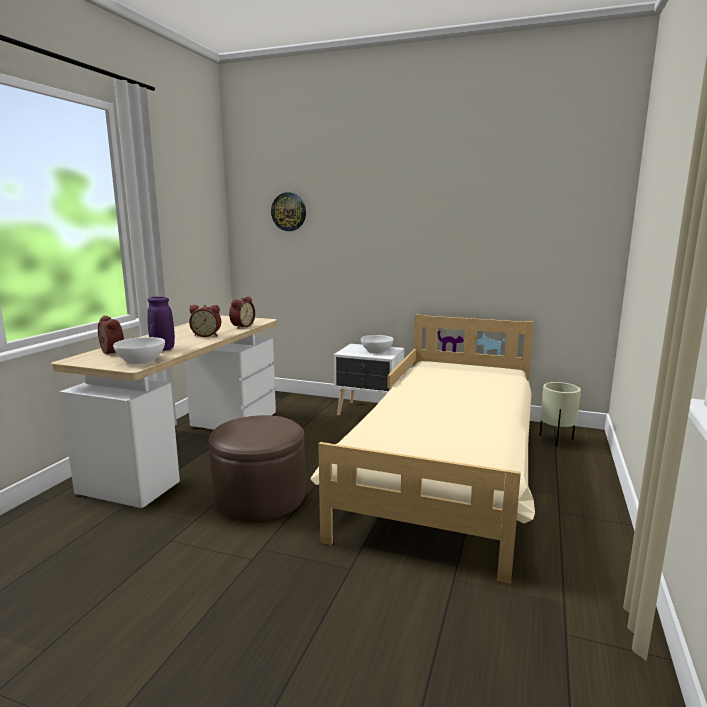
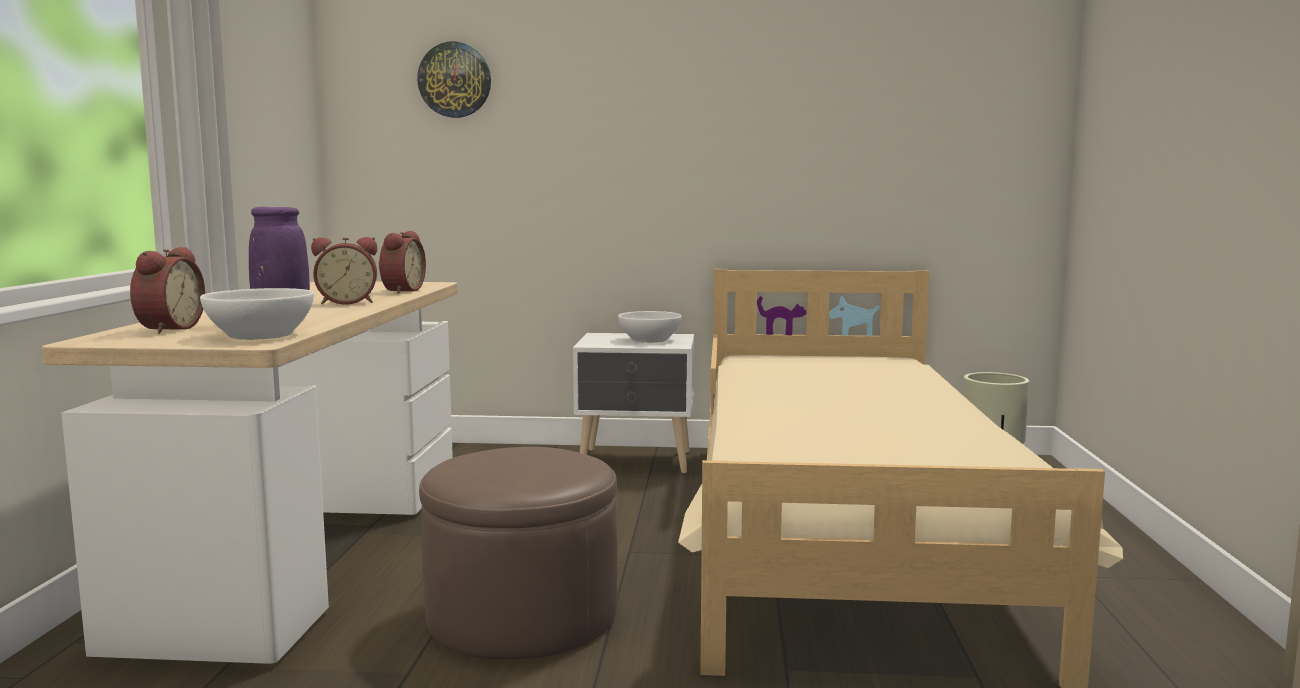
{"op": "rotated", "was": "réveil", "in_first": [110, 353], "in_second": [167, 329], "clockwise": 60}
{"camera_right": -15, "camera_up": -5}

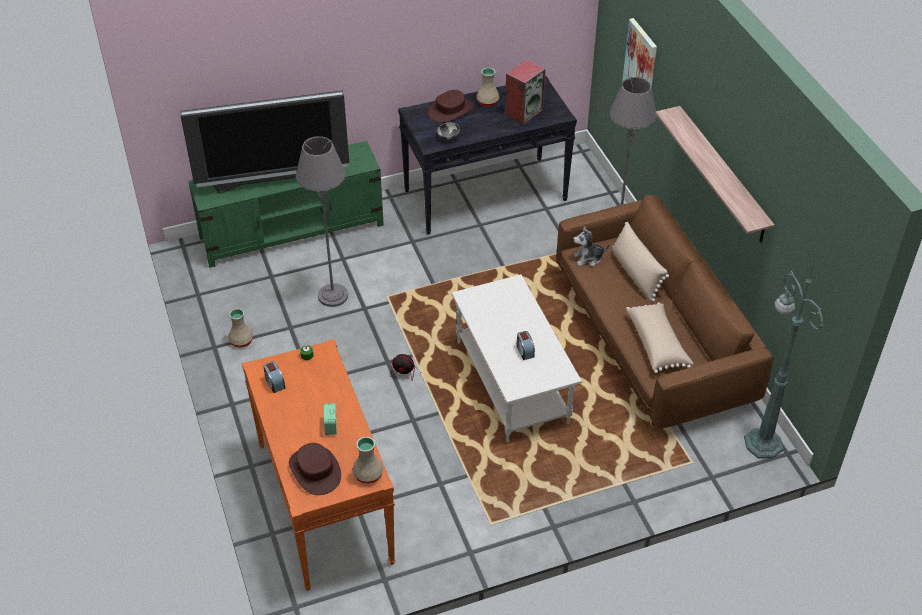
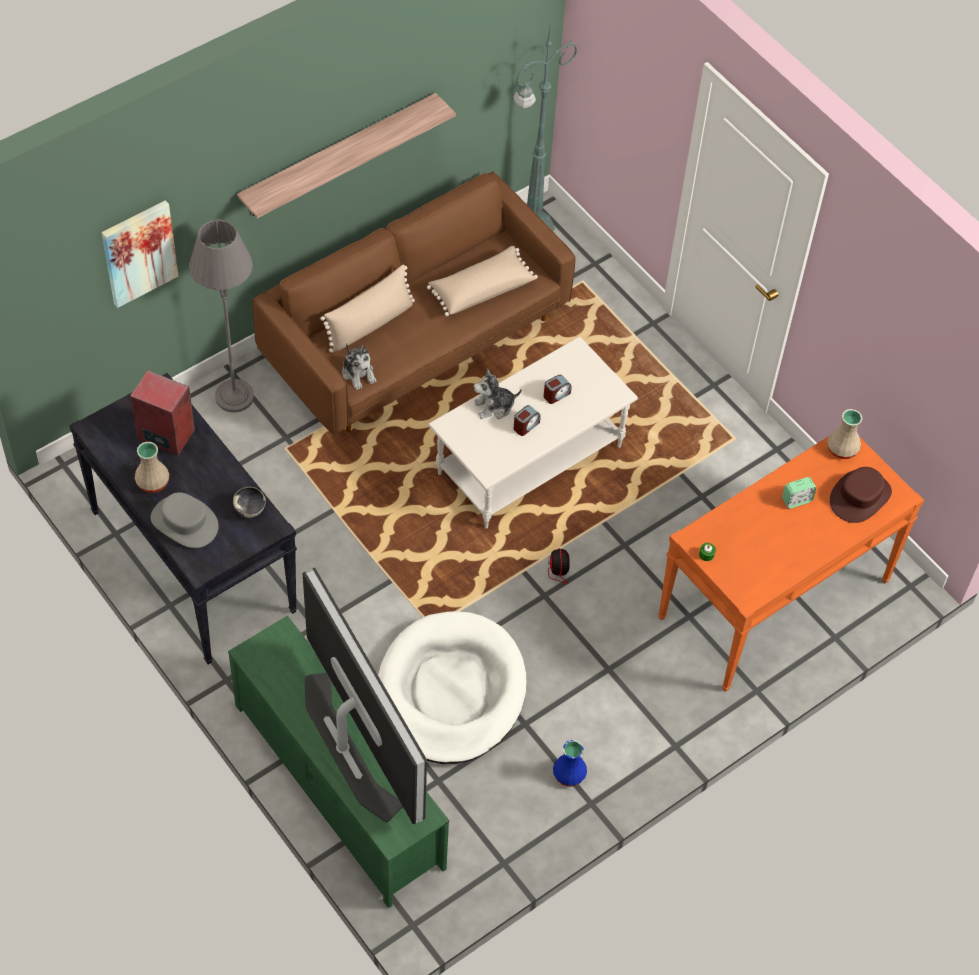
{"op": "repainted", "was": "vase [beige]", "now": "vase [bleu]", "in_first": [241, 341], "in_second": [570, 773]}
{"op": "shifted", "was": "réveil", "in_first": [274, 383], "in_second": [526, 426]}
{"op": "swapped", "was": "lampadaire [gris]", "now": "panier pour chien [blanc]", "in_first": [333, 296], "in_second": [451, 691]}
{"op": "repainted", "was": "chapeau [marron]", "now": "chapeau [gris]", "in_first": [450, 111], "in_second": [185, 522]}
{"op": "new", "now": "peluche", "in_second": [494, 406]}
{"camera_right": -110, "camera_up": 10}

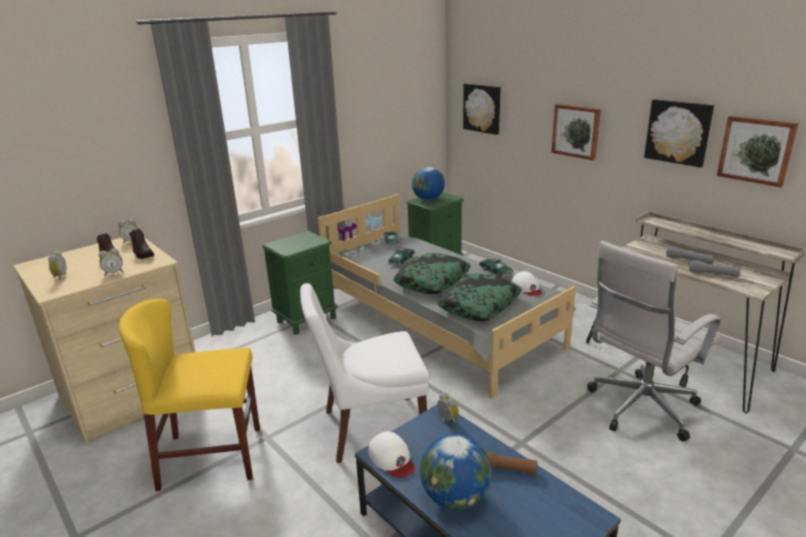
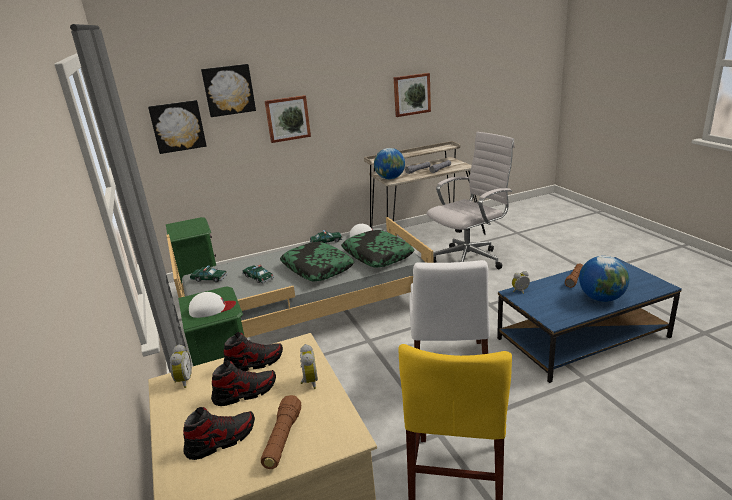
{"op": "swapped", "was": "réveil", "now": "lampe de poche [marron]", "in_first": [59, 277], "in_second": [282, 439]}
{"op": "shifted", "was": "casquette [blanc]", "in_first": [392, 458], "in_second": [211, 309]}
{"op": "shifted", "was": "globe", "in_first": [428, 199], "in_second": [390, 178]}
{"op": "rotated", "was": "chaise de bureau [blanc]", "in_first": [639, 409], "in_second": [470, 260], "clockwise": -105}
{"op": "shifted", "was": "tableau", "in_first": [678, 132], "in_second": [228, 90]}
{"op": "new", "now": "chaussure", "in_second": [221, 440]}
{"camera_right": -70, "camera_up": 0}

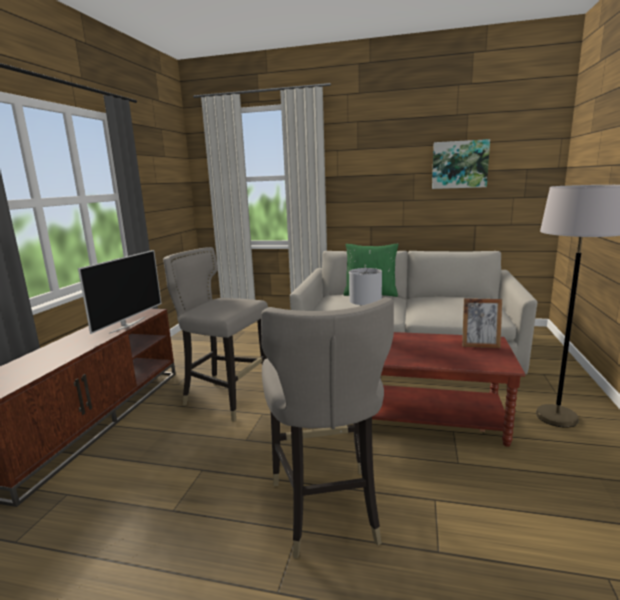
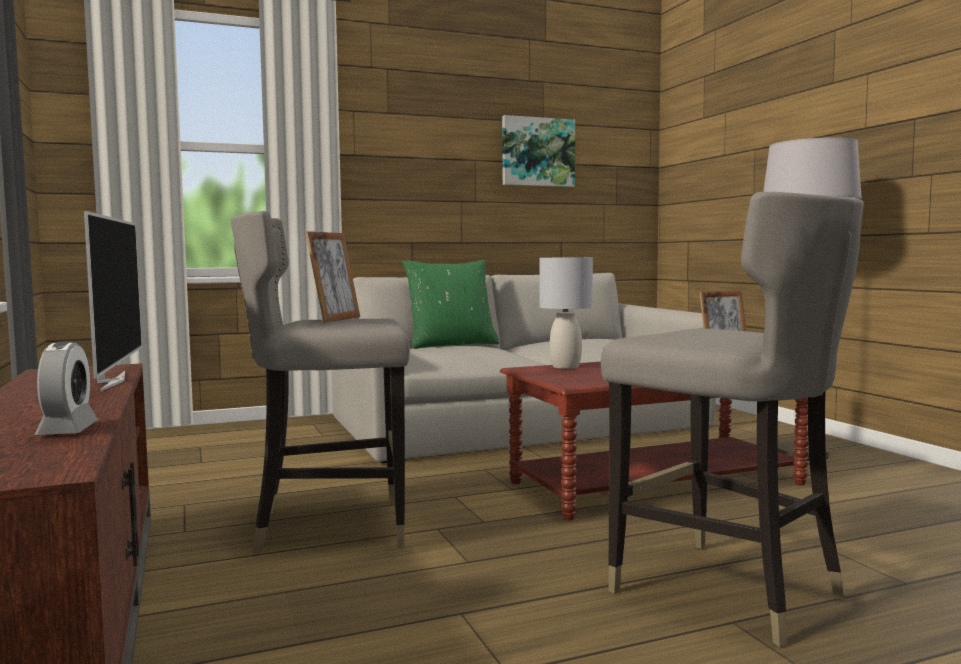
{"op": "new", "now": "réveil", "in_second": [68, 430]}
{"op": "new", "now": "cadre photo", "in_second": [335, 319]}
{"camera_right": -35, "camera_up": -10}

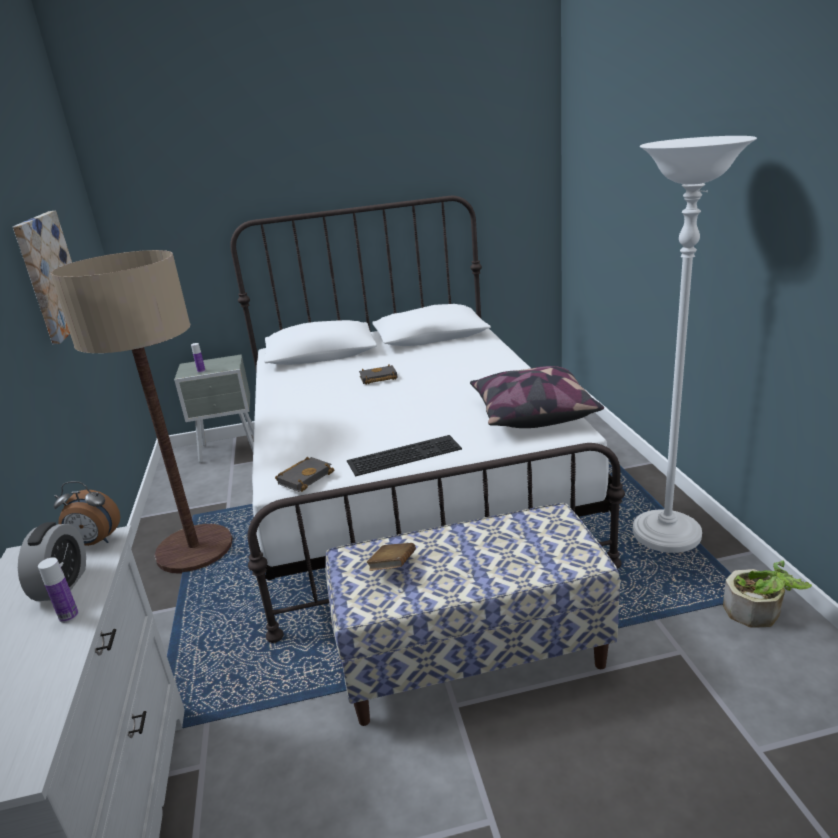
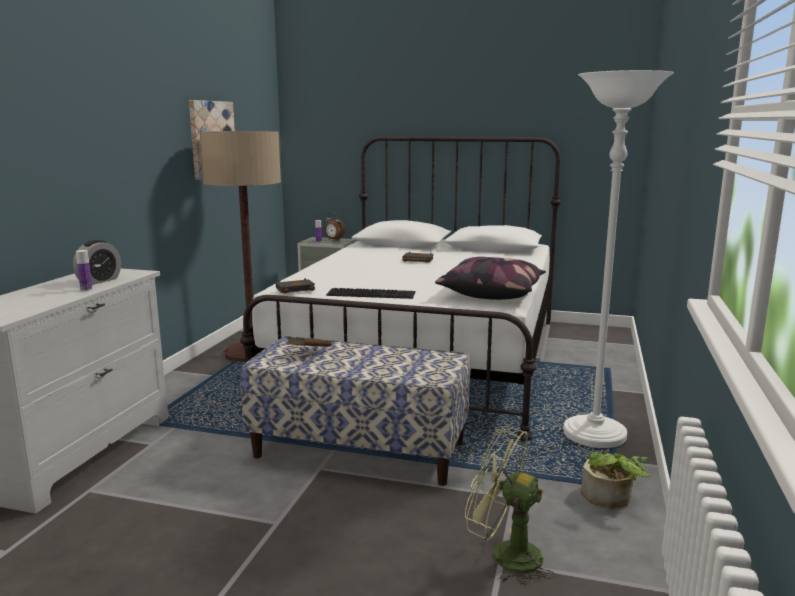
{"op": "shifted", "was": "réveil", "in_first": [95, 542], "in_second": [334, 240]}
{"op": "new", "now": "ventilateur [vert]", "in_second": [505, 555]}
{"camera_right": 25, "camera_up": -10}

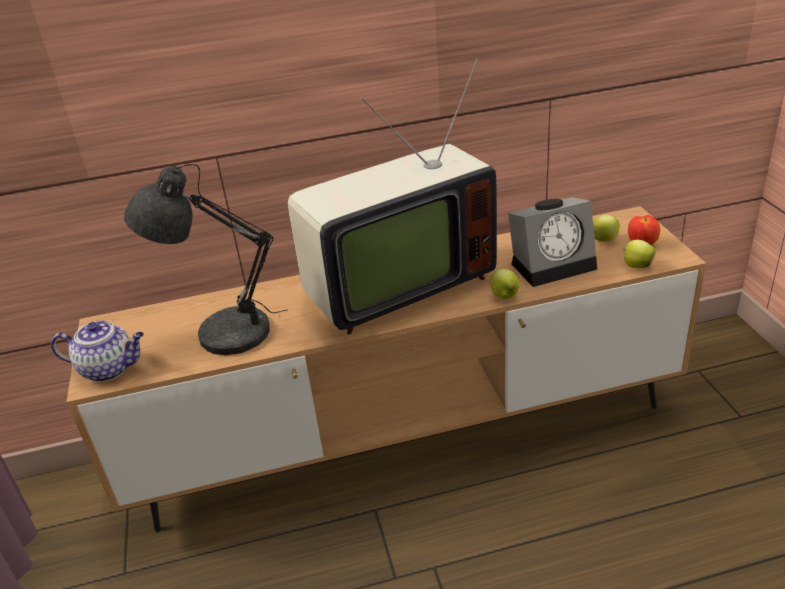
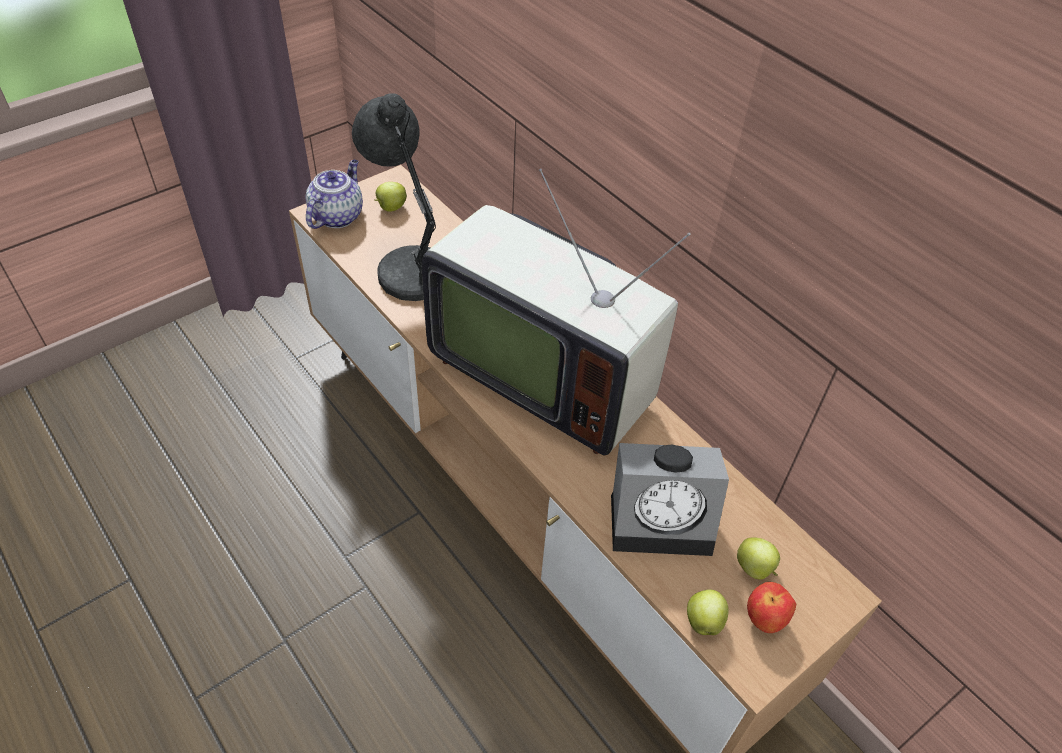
{"op": "rotated", "was": "théière", "in_first": [109, 368], "in_second": [337, 215], "clockwise": -135}
{"op": "shifted", "was": "pomme", "in_first": [504, 296], "in_second": [391, 208]}
{"op": "rotated", "was": "réveil", "in_first": [553, 264], "in_second": [663, 520], "clockwise": -45}
{"camera_right": 60, "camera_up": 15}

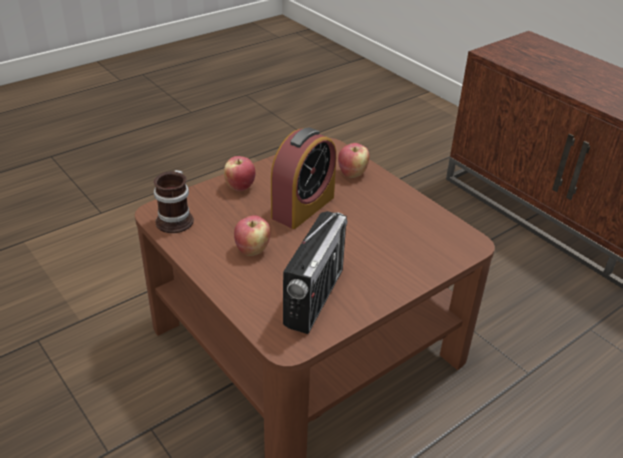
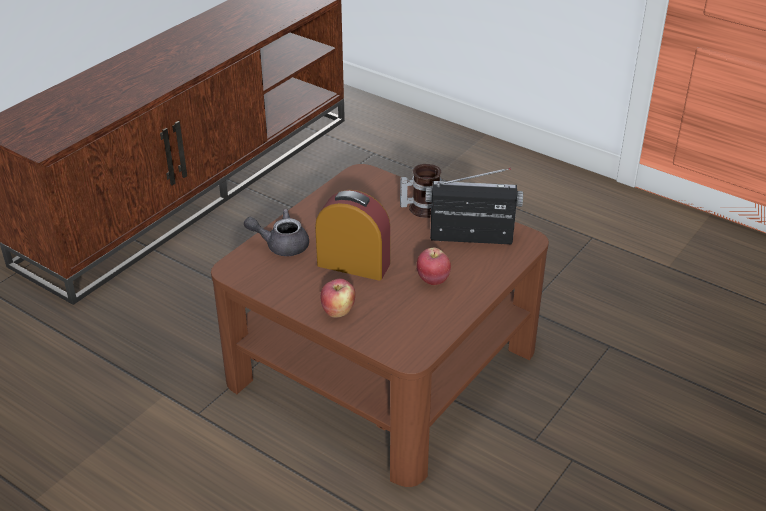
{"op": "shifted", "was": "mug", "in_first": [177, 219], "in_second": [421, 207]}
{"op": "swapped", "was": "pomme", "now": "théière [gris]", "in_first": [352, 173], "in_second": [281, 245]}
{"camera_right": -105, "camera_up": 0}

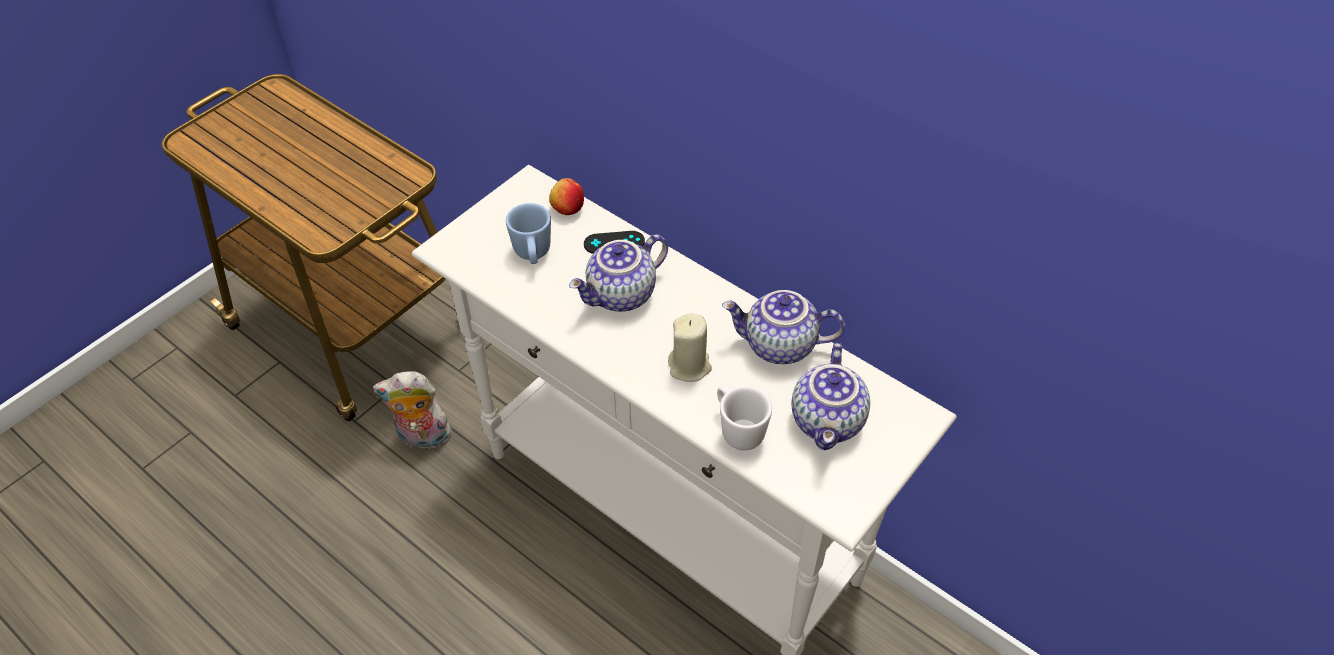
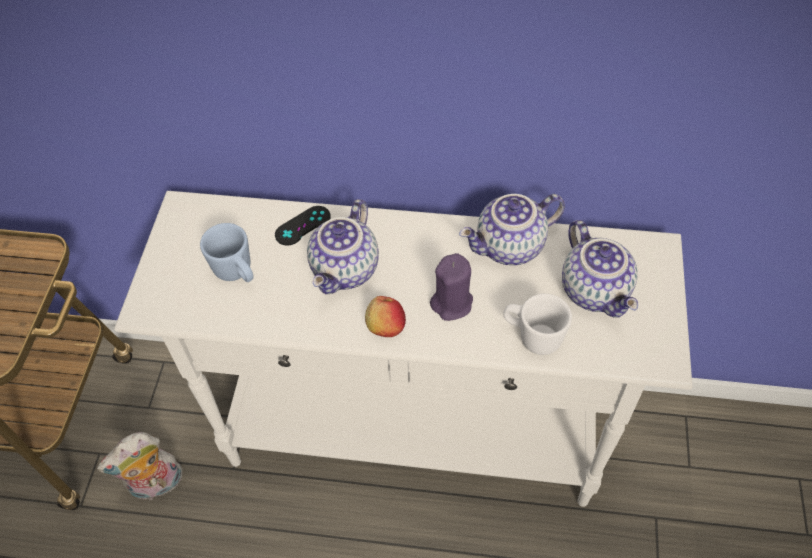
{"op": "shifted", "was": "pomme", "in_first": [567, 208], "in_second": [385, 326]}
{"op": "repainted", "was": "bougie [beige]", "now": "bougie [violet]", "in_first": [689, 366], "in_second": [452, 303]}
{"camera_right": -30, "camera_up": 5}

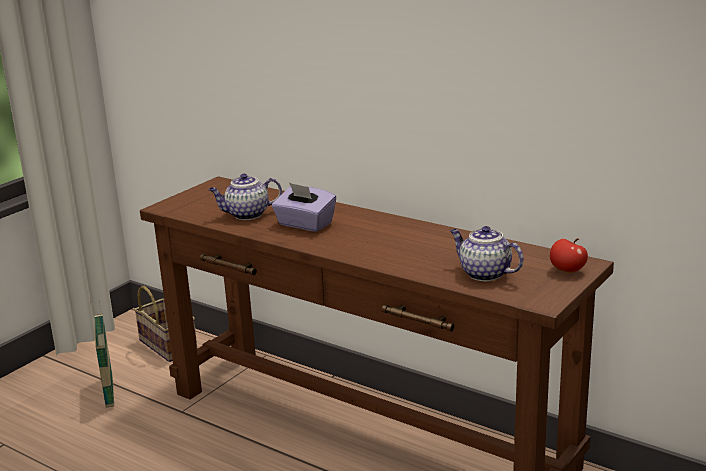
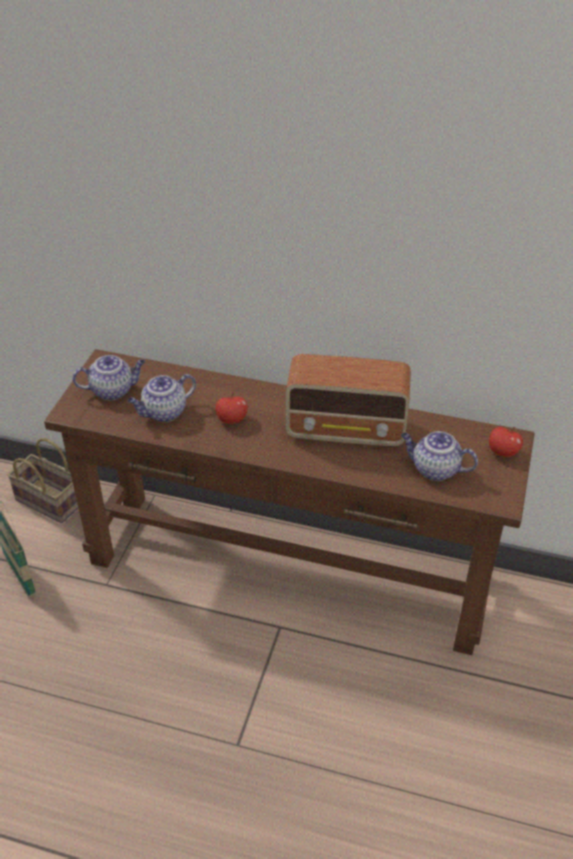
{"op": "swapped", "was": "boîte à mouchoirs [violet]", "now": "pomme", "in_first": [305, 224], "in_second": [231, 420]}
{"op": "new", "now": "théière", "in_second": [113, 390]}
{"op": "new", "now": "radio", "in_second": [347, 430]}
{"camera_right": -20, "camera_up": 20}

